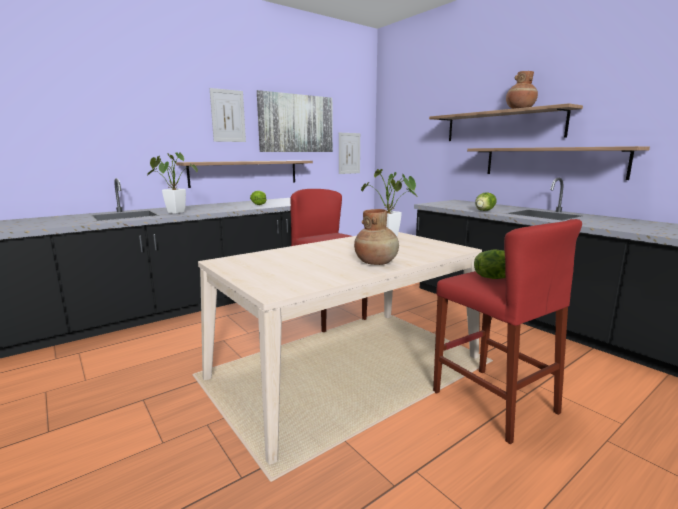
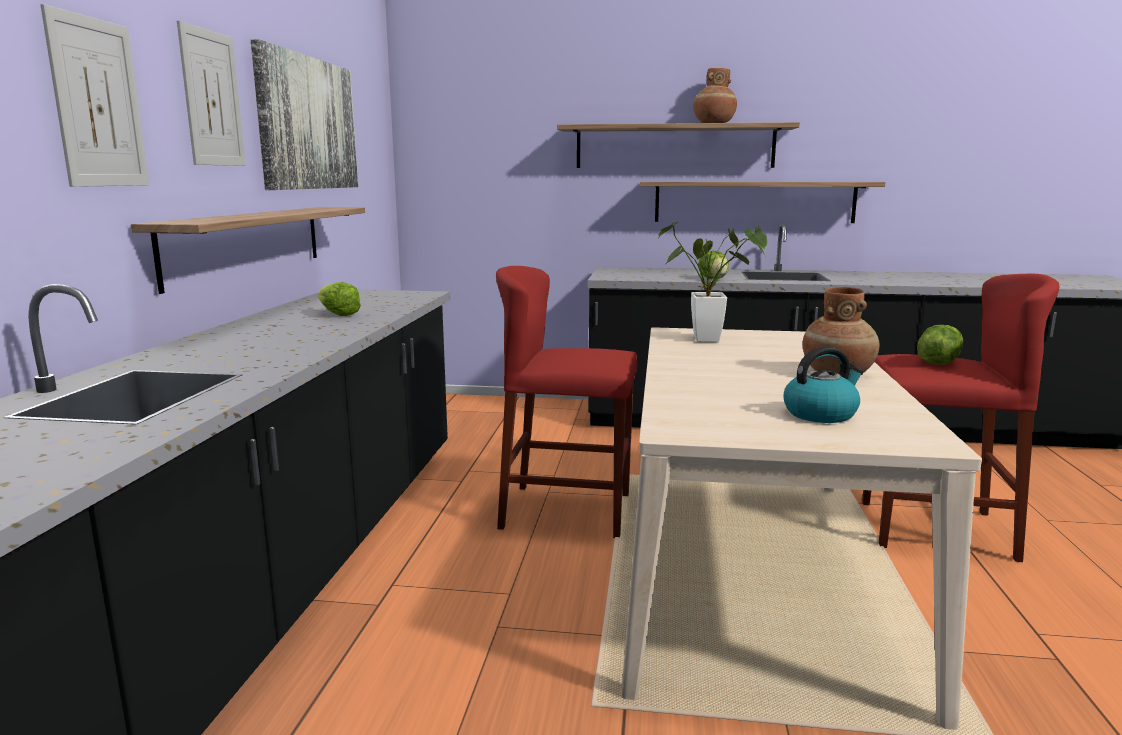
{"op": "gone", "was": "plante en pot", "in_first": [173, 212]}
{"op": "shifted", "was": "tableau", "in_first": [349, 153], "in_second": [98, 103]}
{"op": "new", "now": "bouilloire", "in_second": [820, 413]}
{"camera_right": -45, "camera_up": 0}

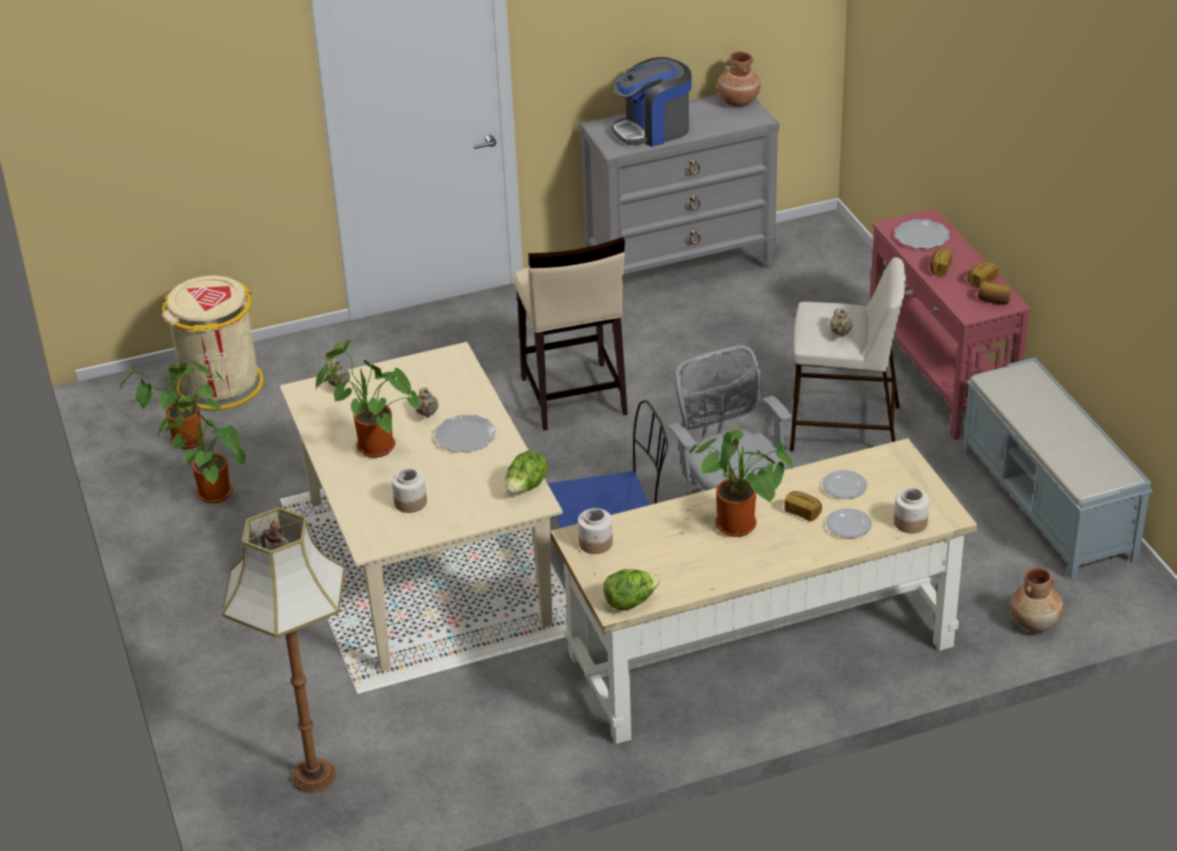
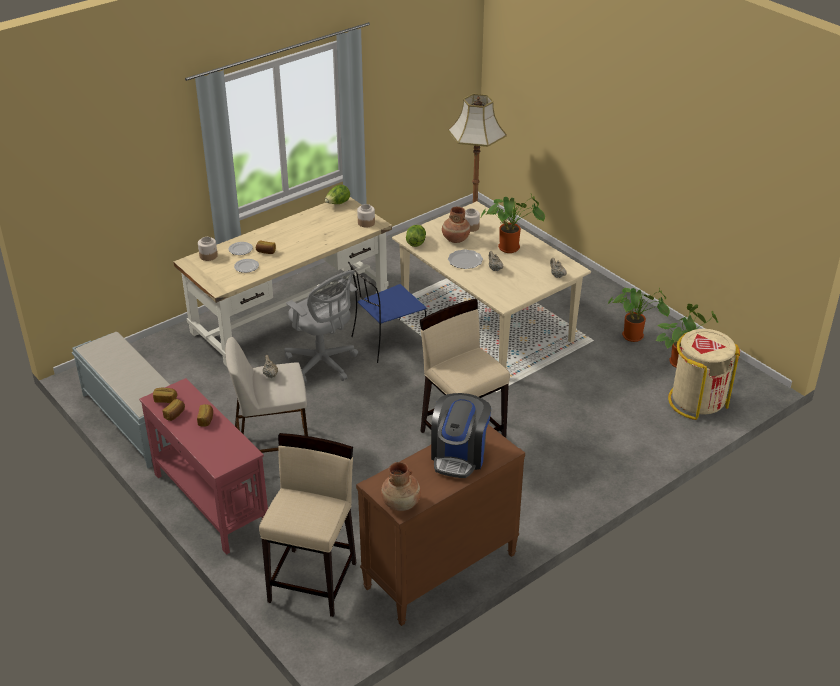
{"op": "repainted", "was": "commode [gris]", "now": "commode [marron]", "in_first": [681, 267], "in_second": [440, 572]}
{"op": "rotated", "was": "machine à café", "in_first": [653, 130], "in_second": [459, 455], "clockwise": 150}
{"op": "gone", "was": "plante en pot", "in_first": [741, 526]}
{"op": "gone", "was": "assiette", "in_first": [921, 237]}
{"op": "shifted", "was": "vase [marron]", "in_first": [1035, 623], "in_second": [455, 239]}
{"op": "new", "now": "tabouret [beige]", "in_second": [314, 581]}
{"camera_right": 160, "camera_up": 0}

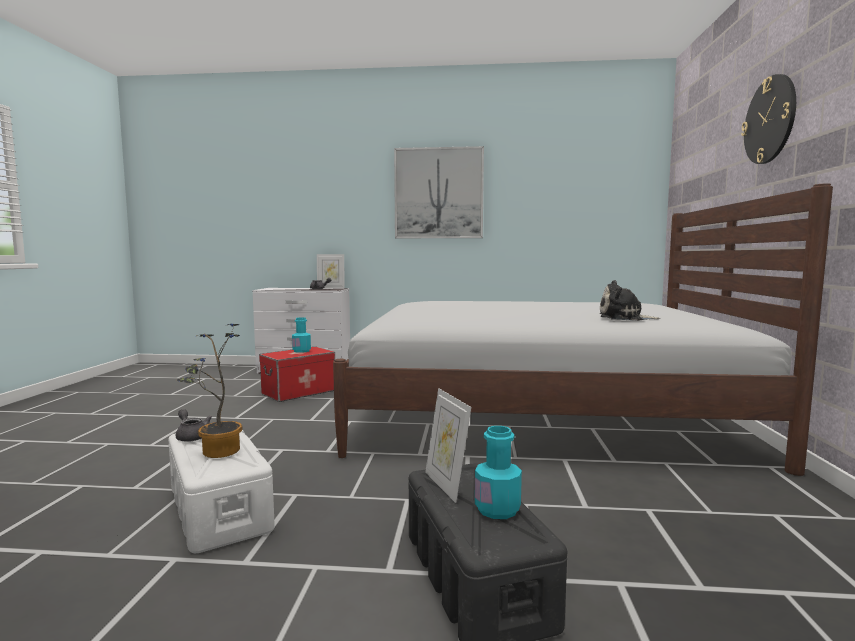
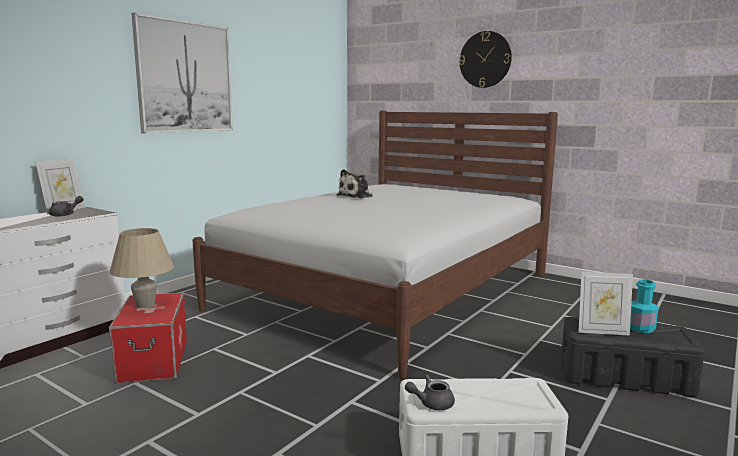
{"op": "gone", "was": "plante en pot", "in_first": [217, 453]}
{"op": "swapped", "was": "bouteille [turquoise]", "now": "lampe de table [beige]", "in_first": [301, 351], "in_second": [145, 305]}
{"op": "shifted", "was": "peluche", "in_first": [623, 318], "in_second": [356, 196]}
{"camera_right": -60, "camera_up": 5}

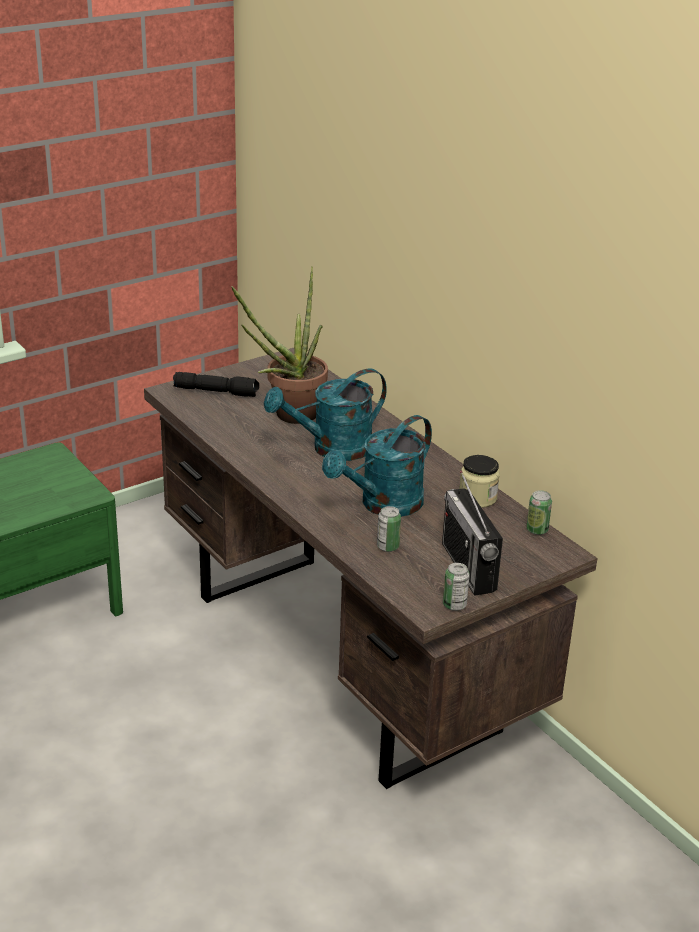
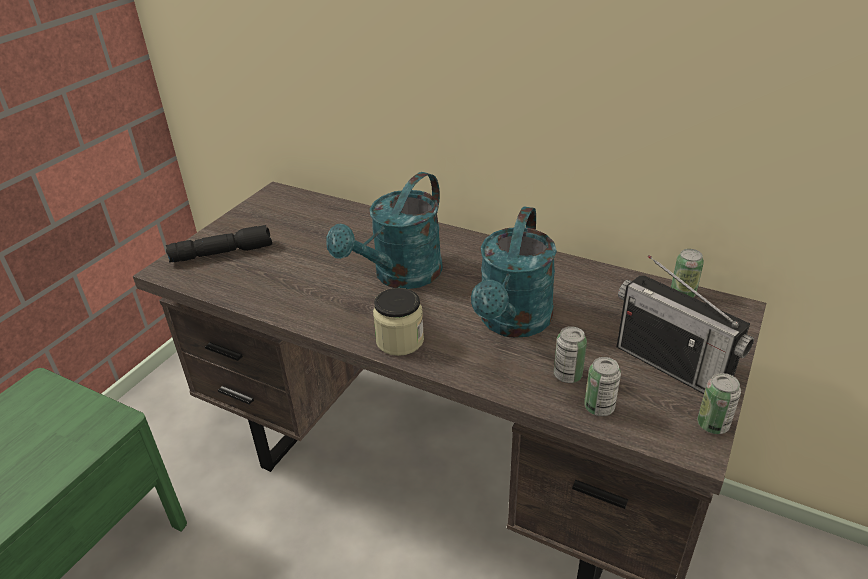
{"op": "gone", "was": "plante en pot", "in_first": [288, 416]}
{"op": "shifted", "was": "bocal", "in_first": [477, 498], "in_second": [400, 340]}
{"op": "new", "now": "boîte métallique", "in_second": [599, 407]}
{"camera_right": -25, "camera_up": 5}

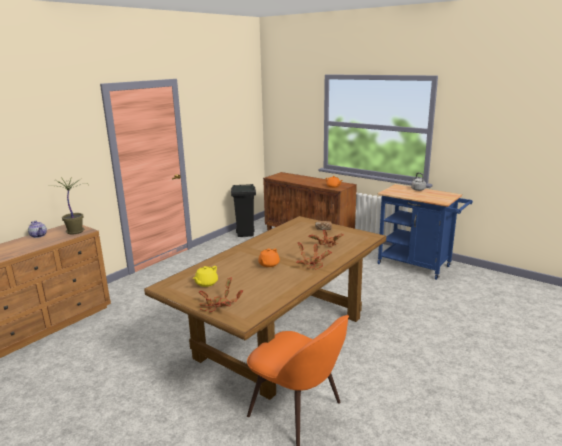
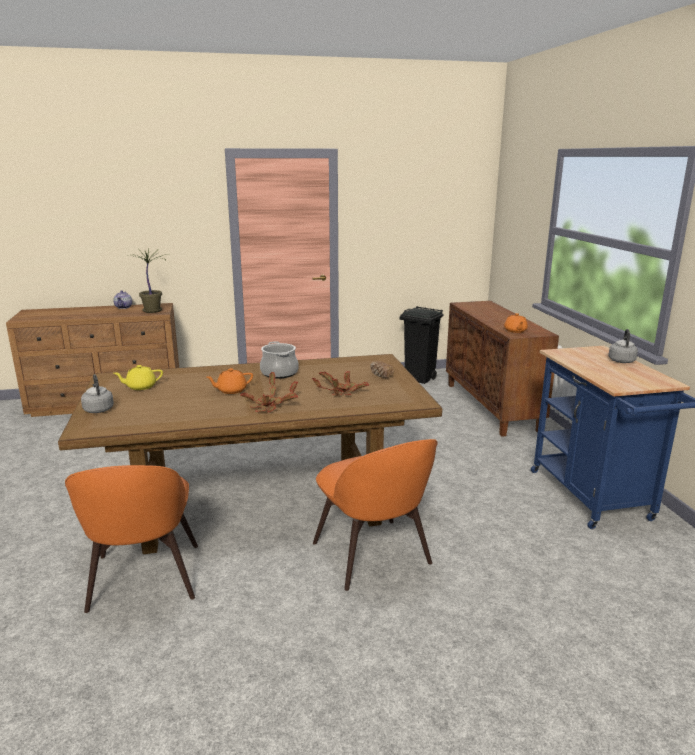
{"op": "swapped", "was": "plante en pot", "now": "bouilloire [gris]", "in_first": [217, 306], "in_second": [98, 409]}
{"op": "new", "now": "marmite", "in_second": [279, 373]}
{"op": "new", "now": "chaise [orange]", "in_second": [373, 556]}
{"camera_right": 40, "camera_up": 0}

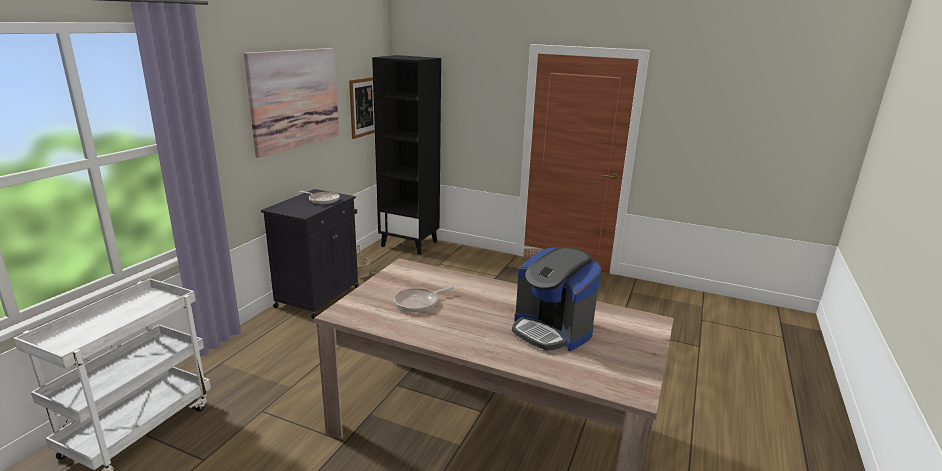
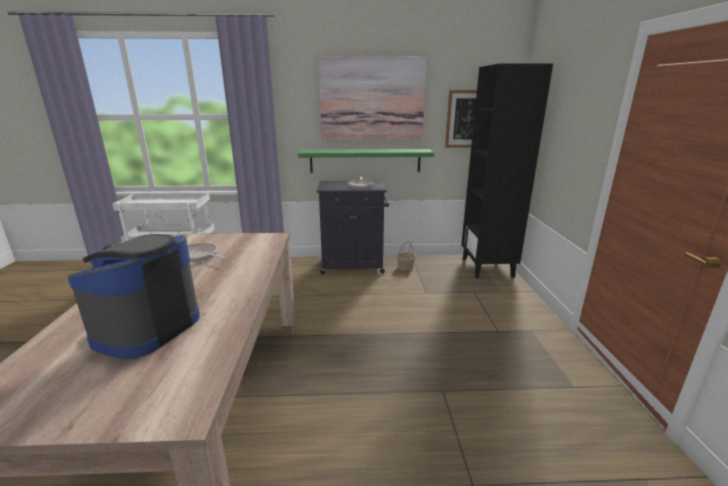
{"op": "new", "now": "étagère [vert]", "in_second": [365, 161]}
{"camera_right": 65, "camera_up": 0}

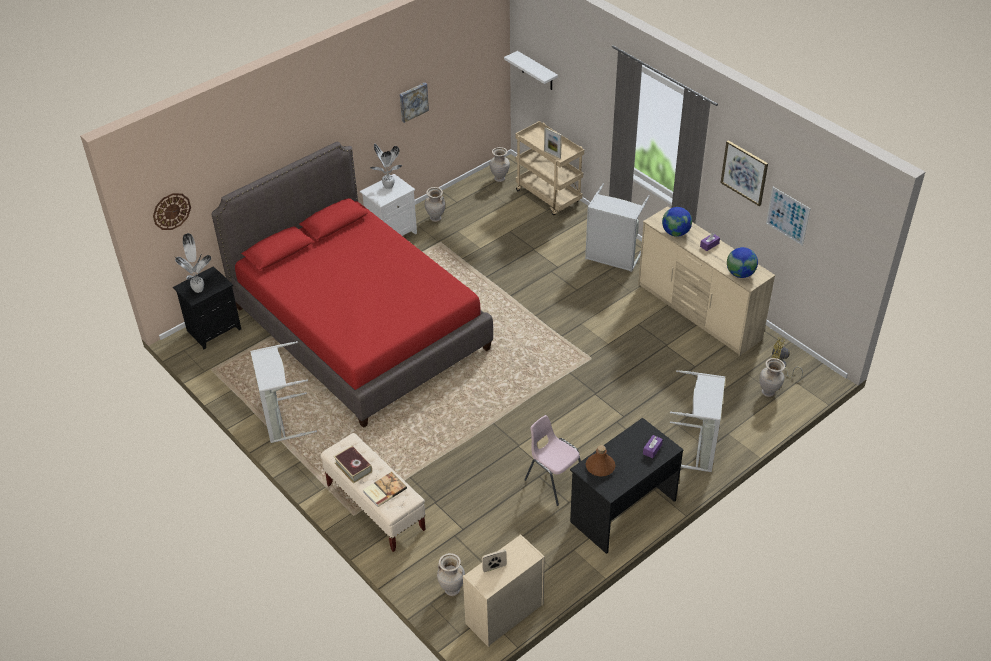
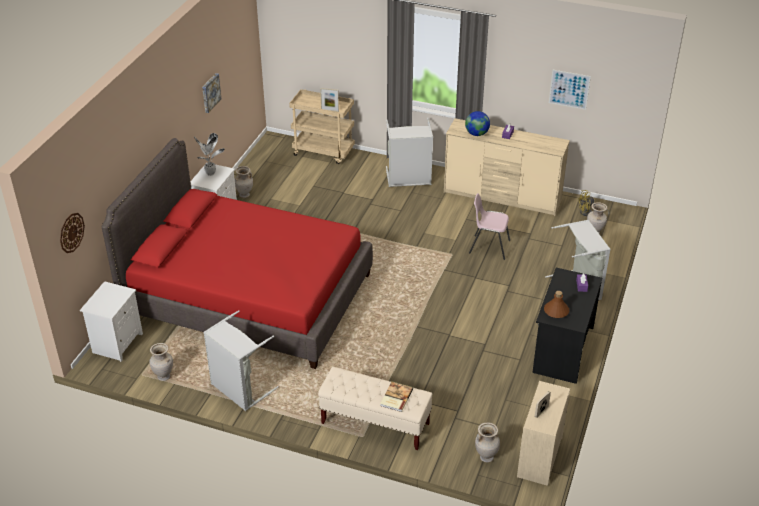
{"op": "repainted", "was": "table de chevet [noir]", "now": "table de chevet [blanc]", "in_first": [214, 329], "in_second": [117, 342]}
{"op": "gone", "was": "plante en pot", "in_first": [198, 288]}
{"op": "gone", "was": "livre", "in_first": [353, 467]}
{"op": "shifted", "was": "vase [beige]", "in_first": [500, 179], "in_second": [164, 376]}
{"op": "gone", "was": "étagère [blanc]", "in_first": [537, 71]}
{"op": "shifted", "was": "chaise [rose]", "in_first": [553, 481], "in_second": [489, 247]}
{"op": "gone", "was": "tableau", "in_first": [744, 172]}
{"op": "gone", "was": "globe", "in_first": [740, 274]}
{"camera_right": -30, "camera_up": -5}

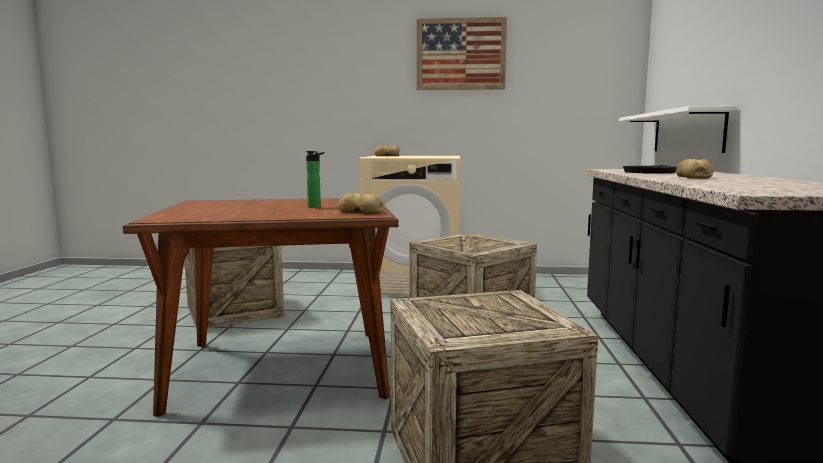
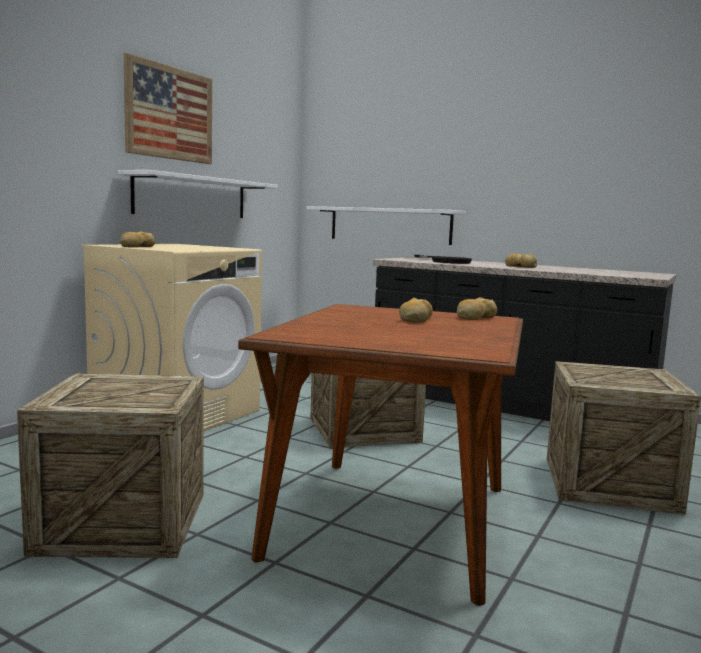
{"op": "swapped", "was": "bouteille", "now": "pain", "in_first": [316, 207], "in_second": [415, 319]}
{"op": "new", "now": "étagère [blanc]", "in_second": [192, 197]}
{"camera_right": -65, "camera_up": 0}

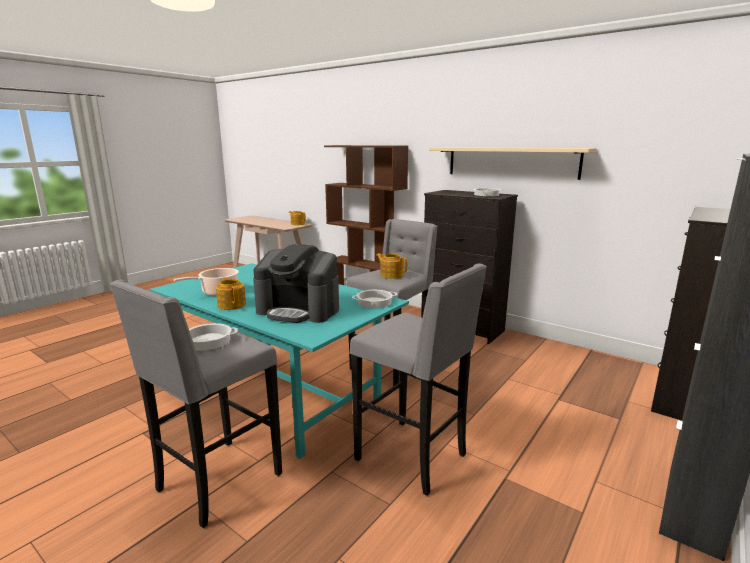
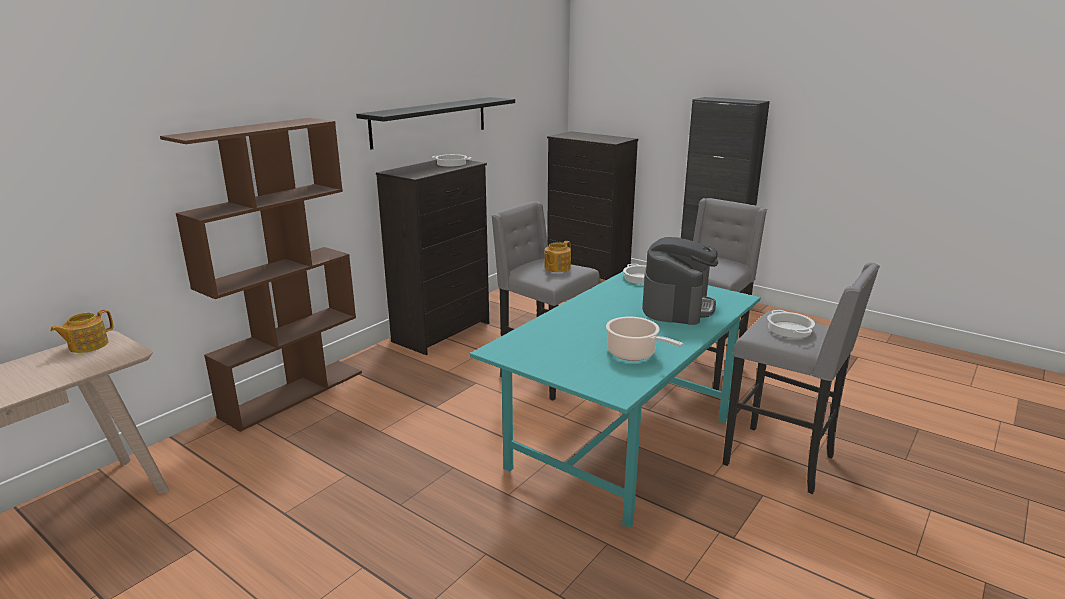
{"op": "gone", "was": "théière", "in_first": [232, 305]}
{"op": "repainted", "was": "étagère [beige]", "now": "étagère [noir]", "in_first": [511, 162], "in_second": [430, 121]}
{"camera_right": -90, "camera_up": 5}

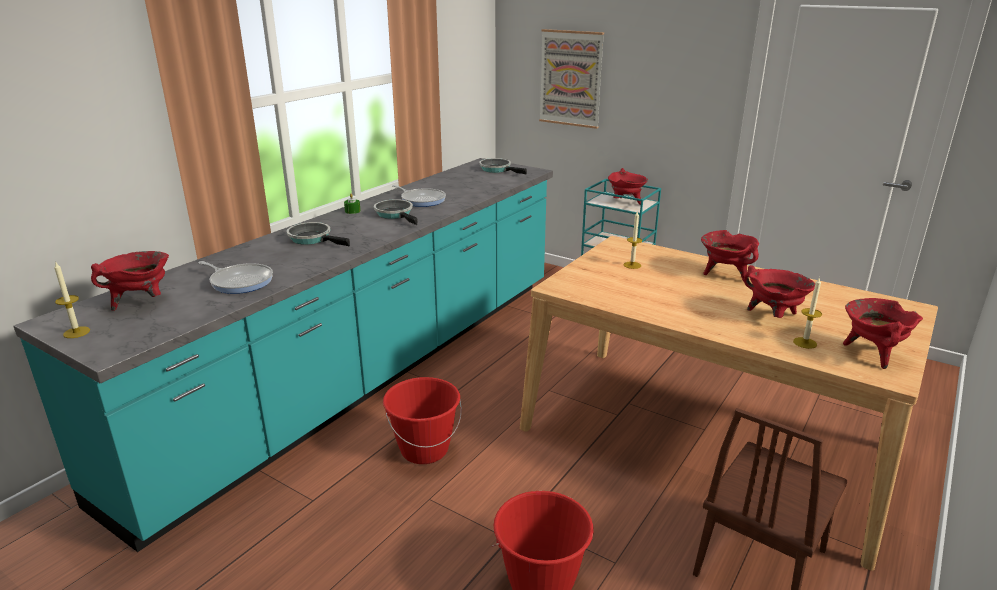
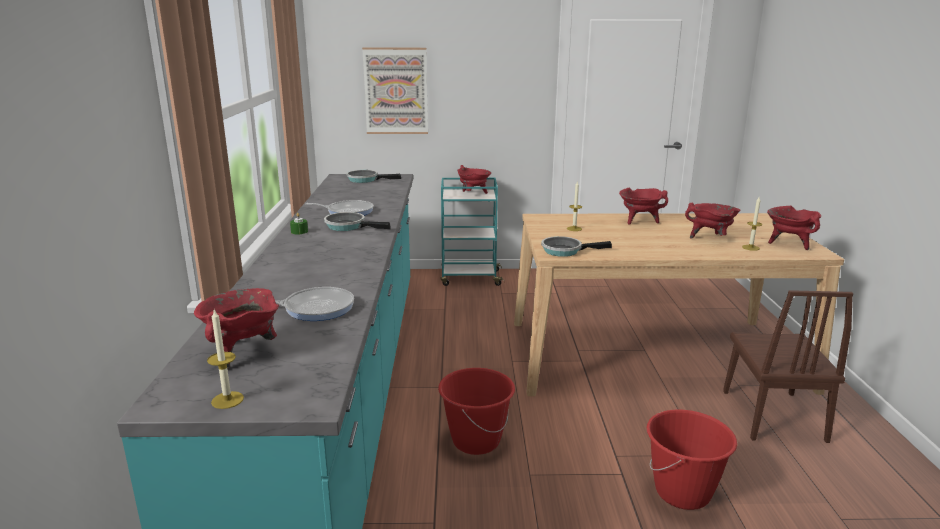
{"op": "shifted", "was": "poêle", "in_first": [313, 239], "in_second": [565, 251]}
{"camera_right": -35, "camera_up": -5}

